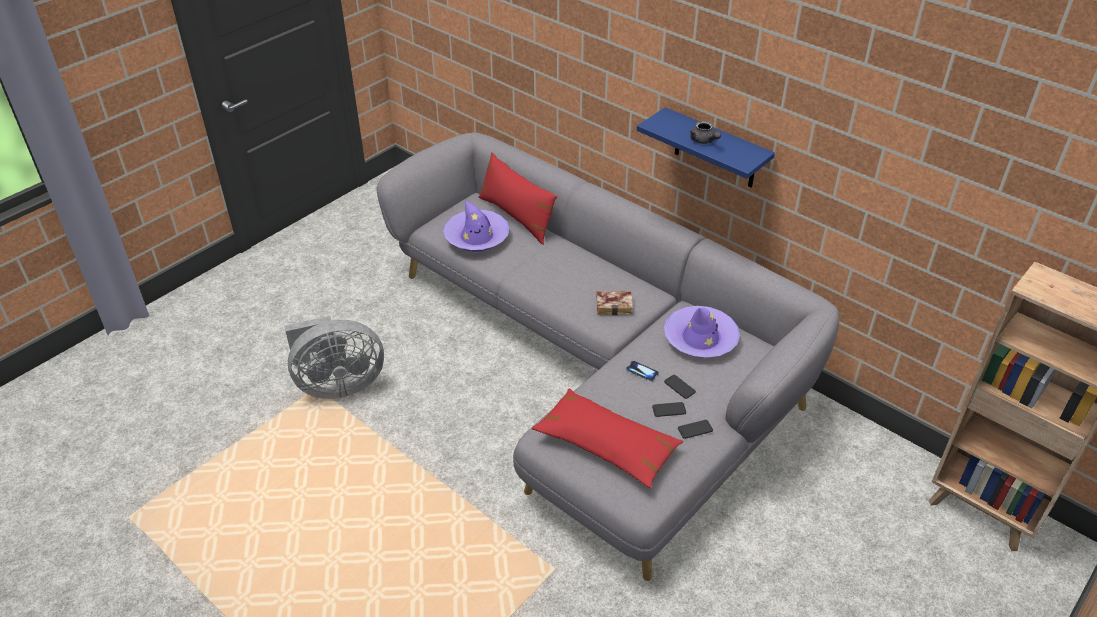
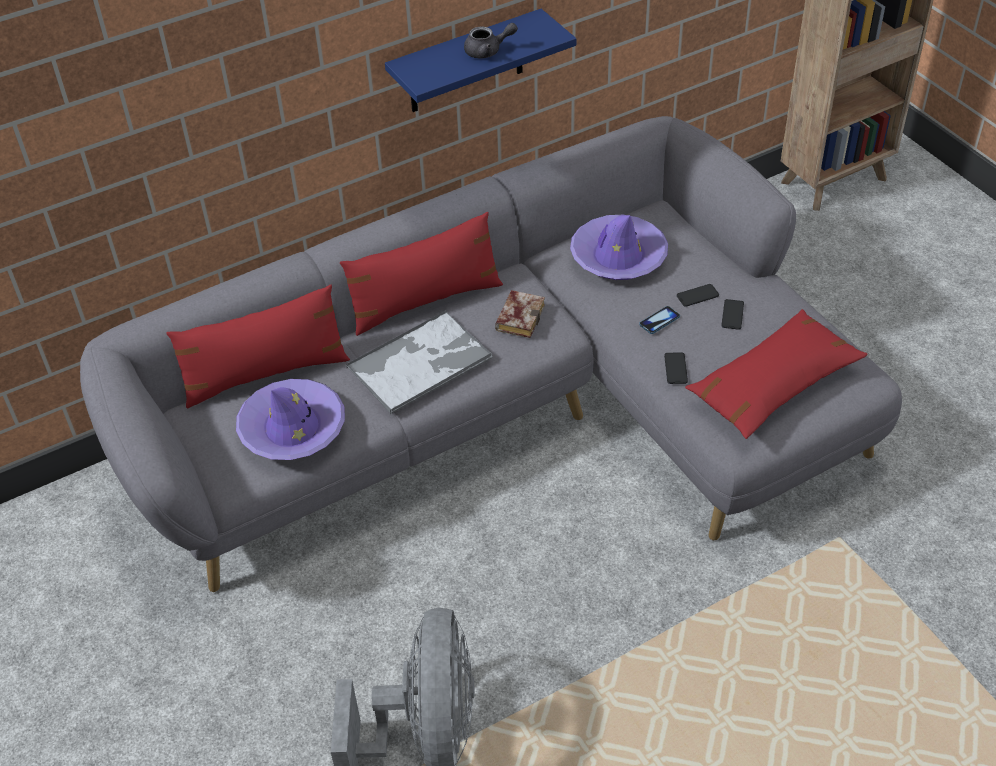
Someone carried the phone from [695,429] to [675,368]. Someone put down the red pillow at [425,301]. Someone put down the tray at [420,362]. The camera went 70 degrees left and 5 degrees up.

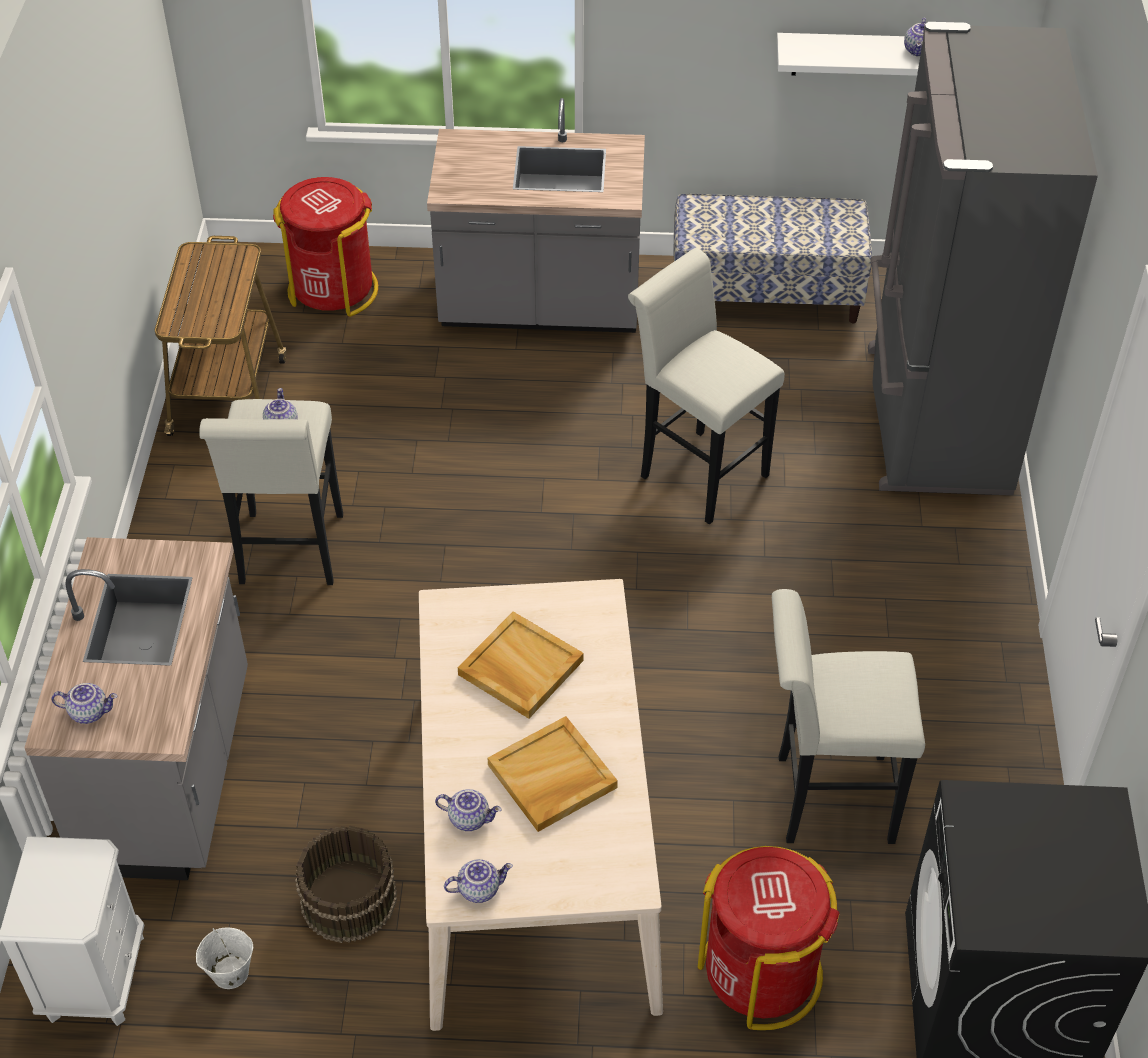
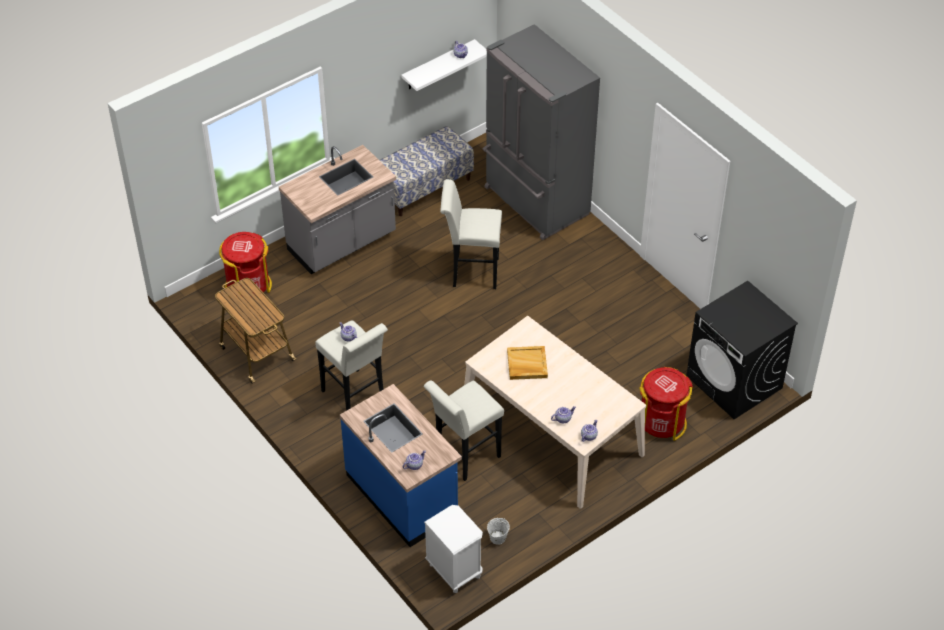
Someone repainted the grey counter at [171,774], which became the blue counter at [403,495]. Someone carried the white stool from [824,798] to [464,457]. Someone took away the beige tray at [552,777]. Someone took away the brown bucket at [347,898]. The camera went 40 degrees left and 0 degrees up.

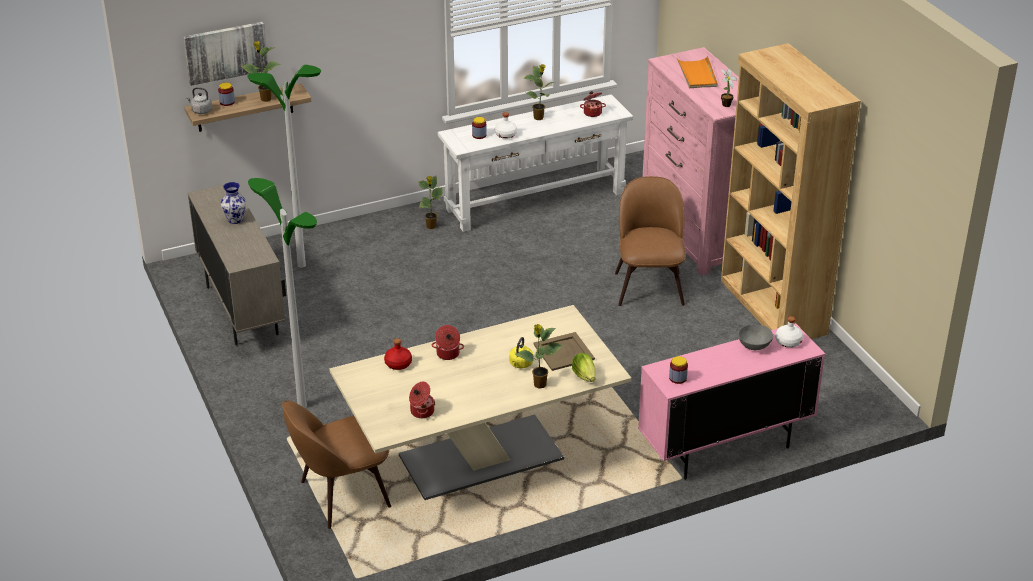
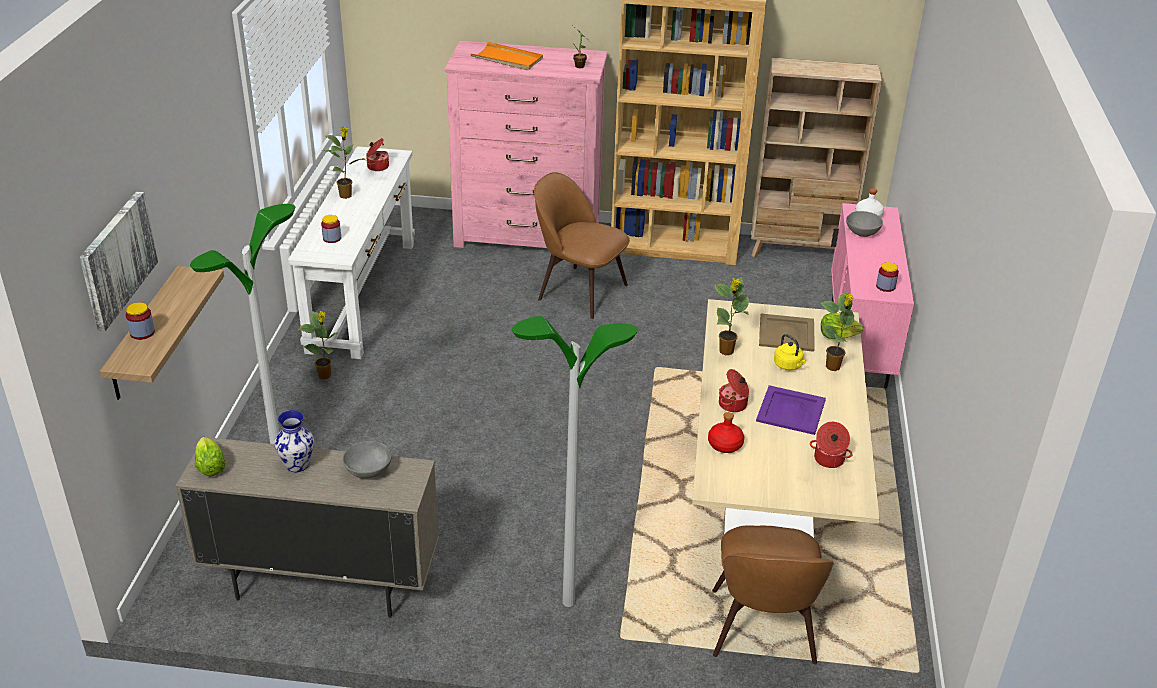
Someone carried the potted plant from [265,99] to [726,351]. Someone took away the grey kettle at [200,111]. Someone took away the white bottle at [505,135]. Someone put down the beige bookcase at [799,251]. Someone put down the purple tray at [791,411]. Someone put down the lettuce at [210,467]. Someone put down the grey bowl at [368,471]. The camera went 60 degrees left and 0 degrees up.

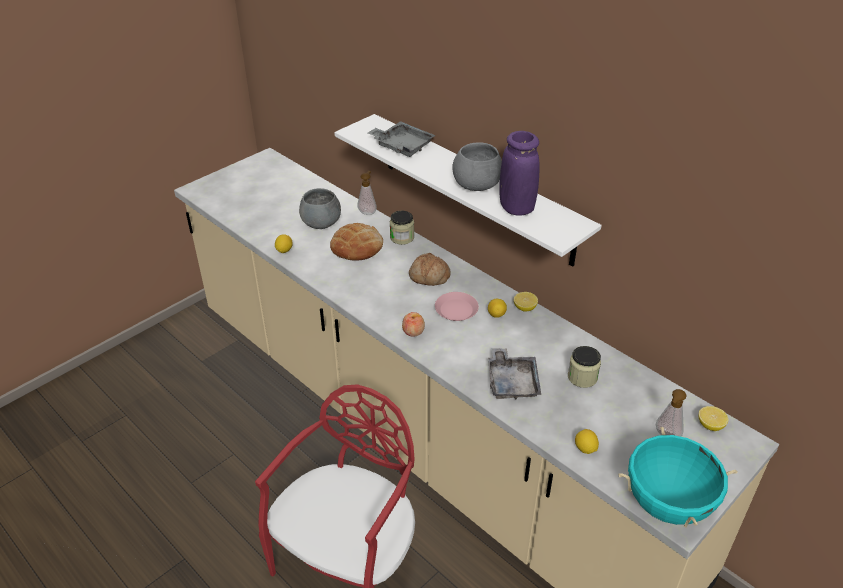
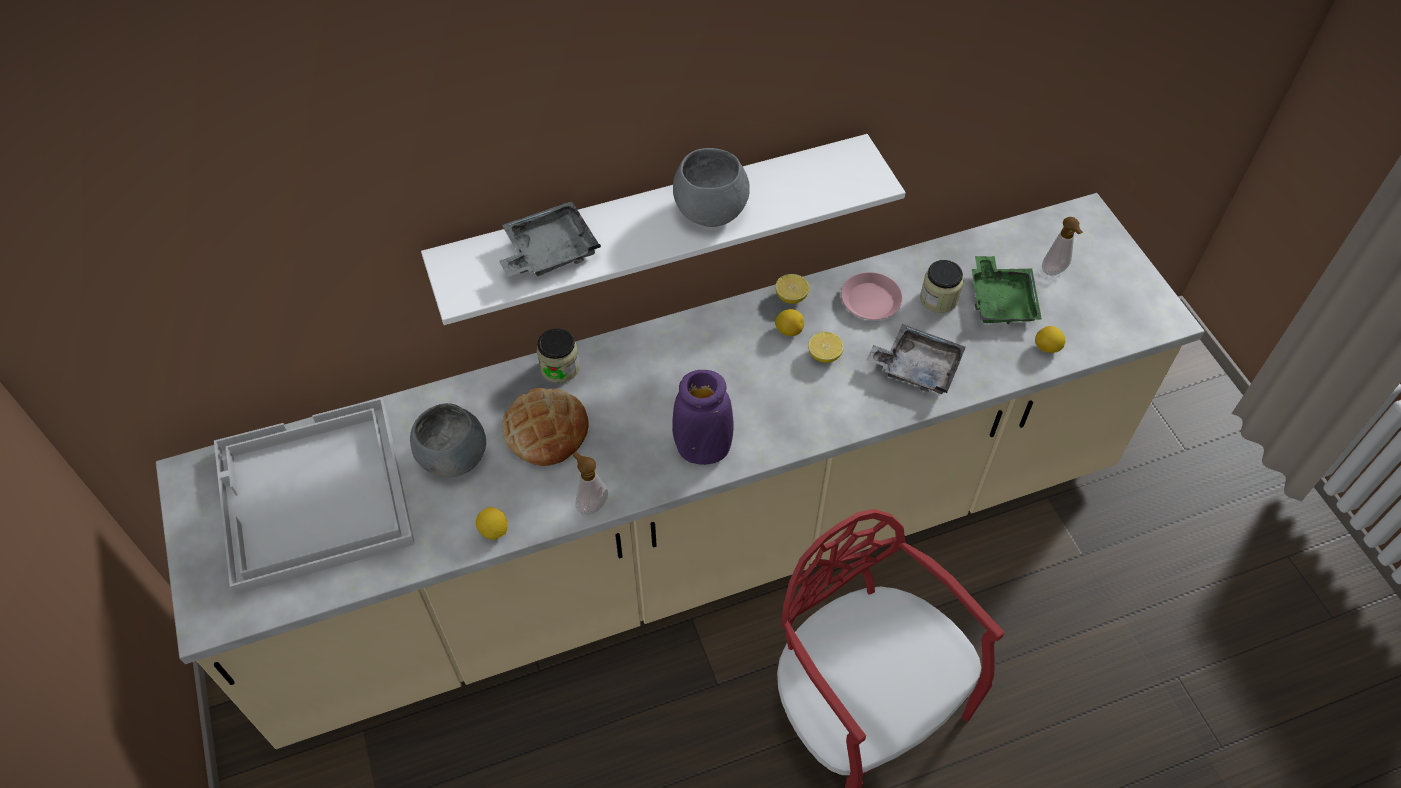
Someone carried the purple vase from [516,208] to [702,449]. Someone carried the soap dispenser from [368,212] to [591,504]. Someone took away the bread at [429,277]. Someone carried the pink plate from [456,310] to [870,300]. Someone took away the apple at [413,331]. Someone carried the lemon from [710,425] to [824,355]. Someone took away the turquoise cooking pot at [667,503]. Someone put down the green tray at [1001,300]. Someone put down the white tray at [312,497]. The camera went 65 degrees left and 15 degrees up.

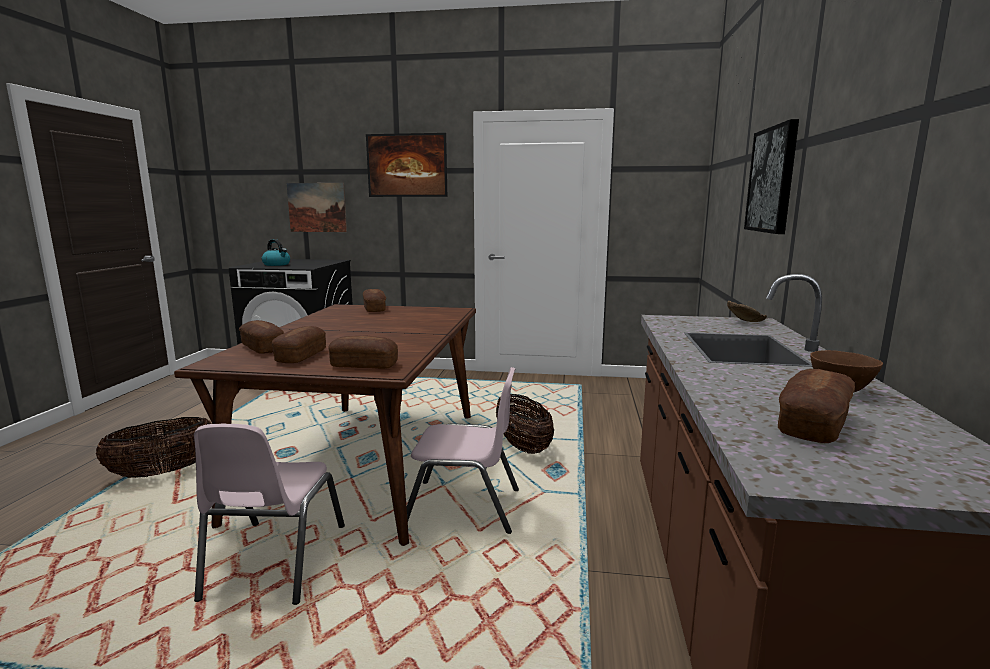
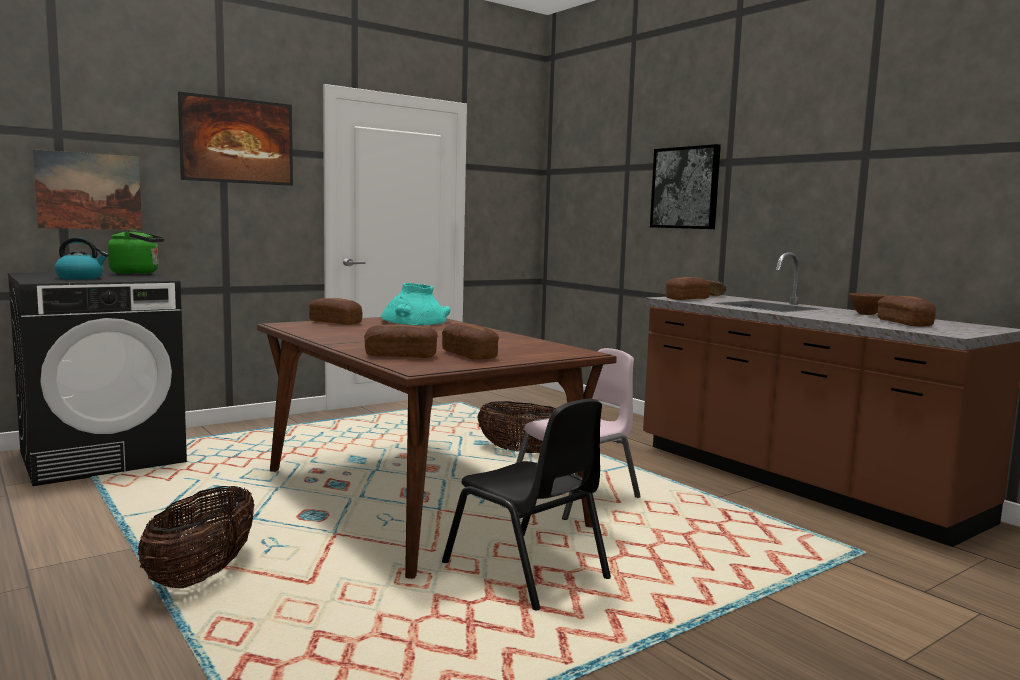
Someone carried the bread from [364,365] to [687,299]. Someone repainted the pink chair at [274,561], which became the black chair at [526,571]. Someone put down the green kettle at [138,273]. Someone put down the turquoise vase at [415,321]. The camera went 45 degrees left and 5 degrees down.

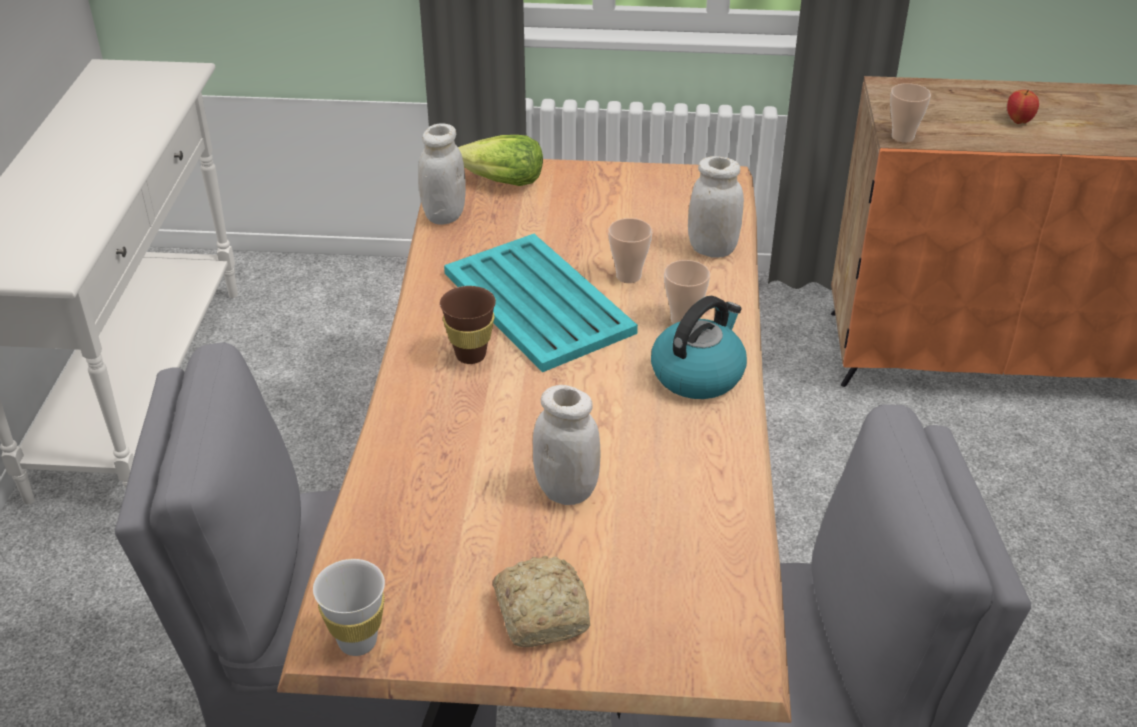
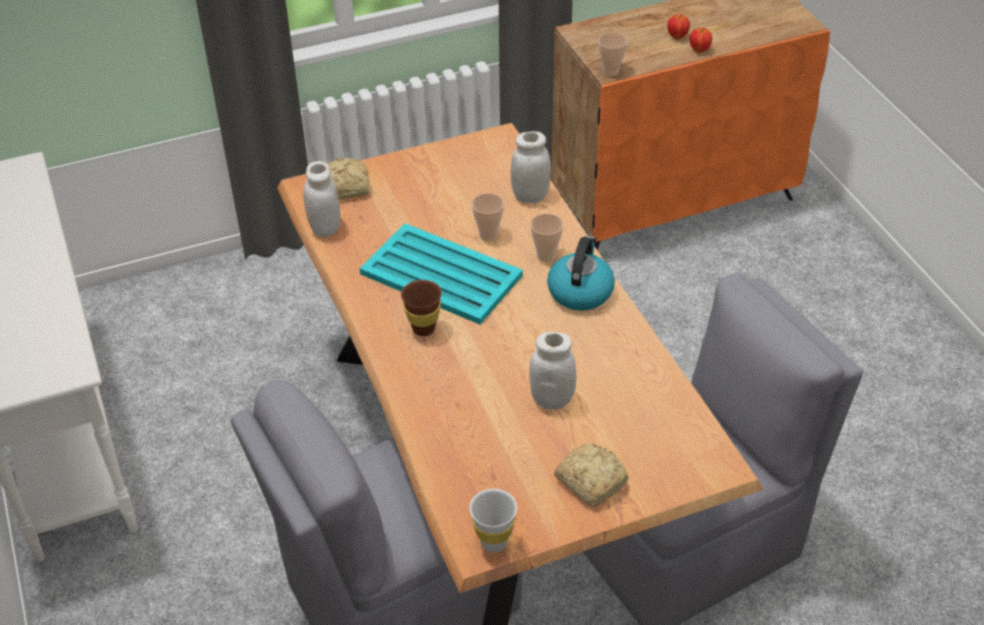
Someone swapped the lettuce at [502,182] for the bread at [347,187]. Someone put down the apple at [699,50]. The camera went 25 degrees left and 5 degrees up.

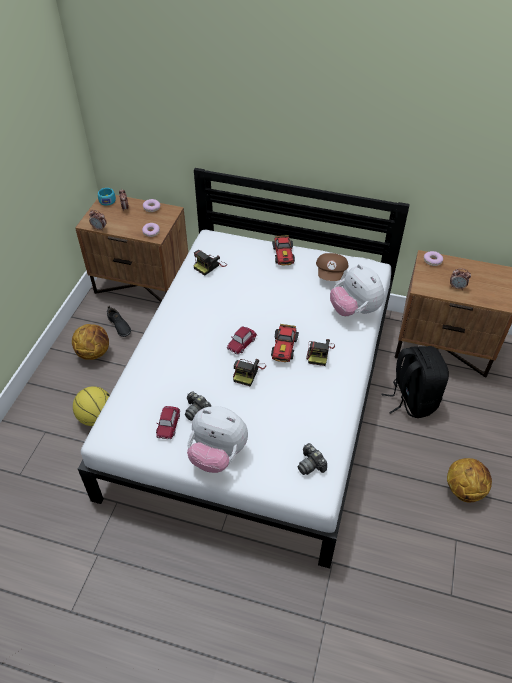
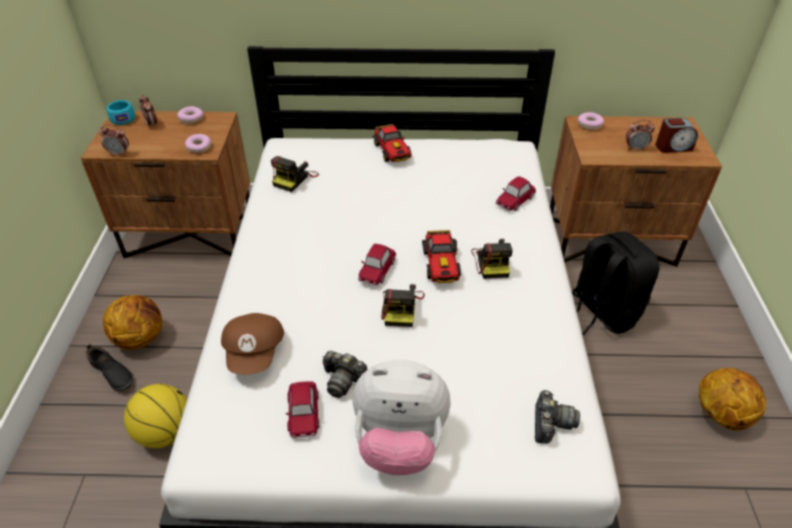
Someone carried the brown cap from [331,273] to [255,352]. Someone swapped the plush toy at [354,310] for the toy car at [514,200]. Someone carried the black shoe from [119,326] to [112,374]. Someone rotated the photo camera at [311,464] by 120 degrees counterclockwise. Someone put down the alarm clock at [673,147]. The camera went 15 degrees left and 5 degrees down.

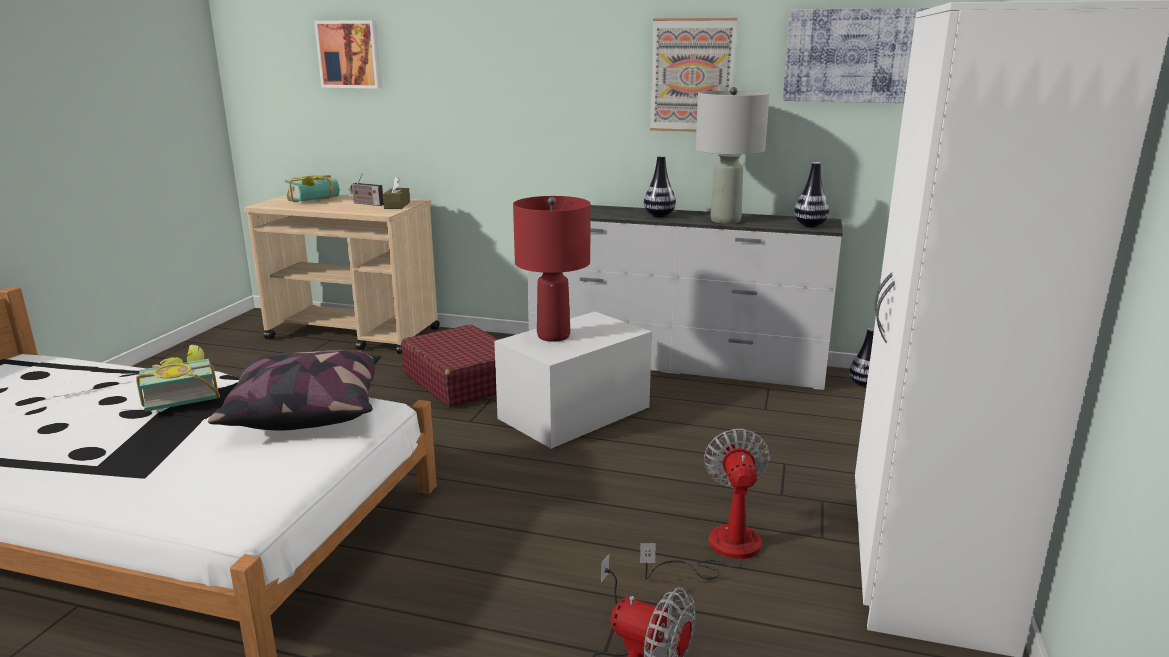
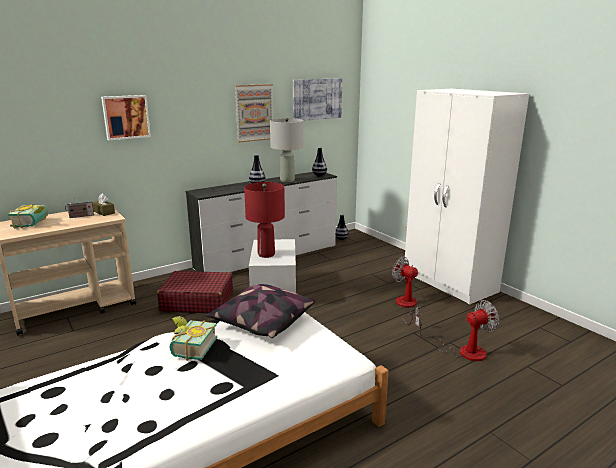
Someone carried the picture from [350,54] to [126,117]. The camera went 50 degrees left and 0 degrees up.

